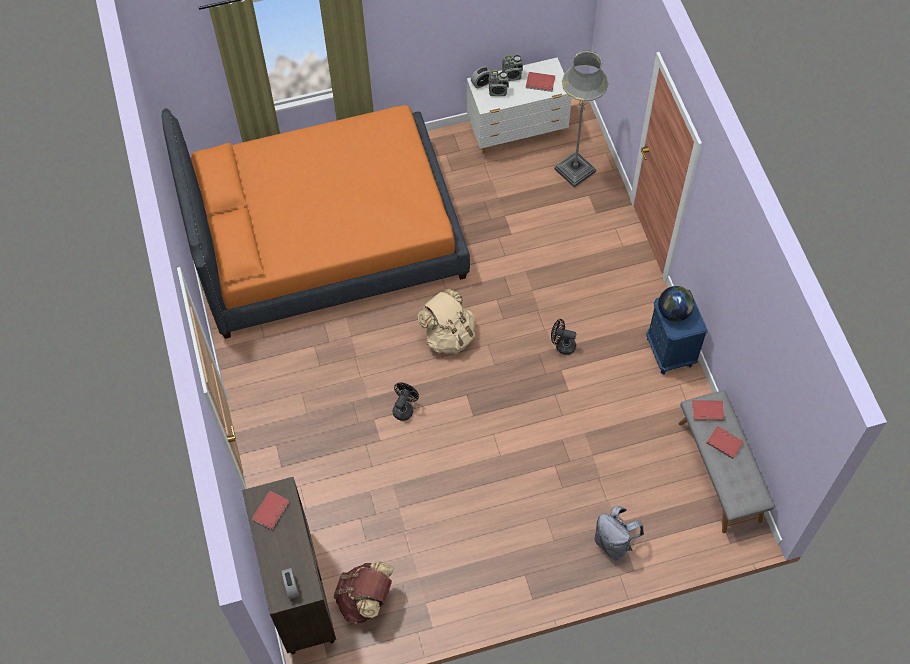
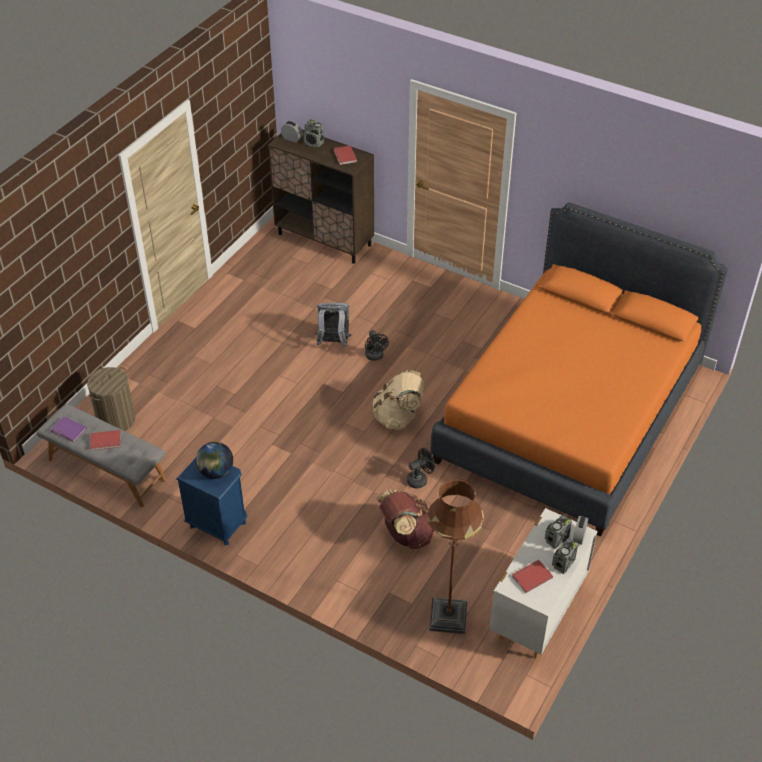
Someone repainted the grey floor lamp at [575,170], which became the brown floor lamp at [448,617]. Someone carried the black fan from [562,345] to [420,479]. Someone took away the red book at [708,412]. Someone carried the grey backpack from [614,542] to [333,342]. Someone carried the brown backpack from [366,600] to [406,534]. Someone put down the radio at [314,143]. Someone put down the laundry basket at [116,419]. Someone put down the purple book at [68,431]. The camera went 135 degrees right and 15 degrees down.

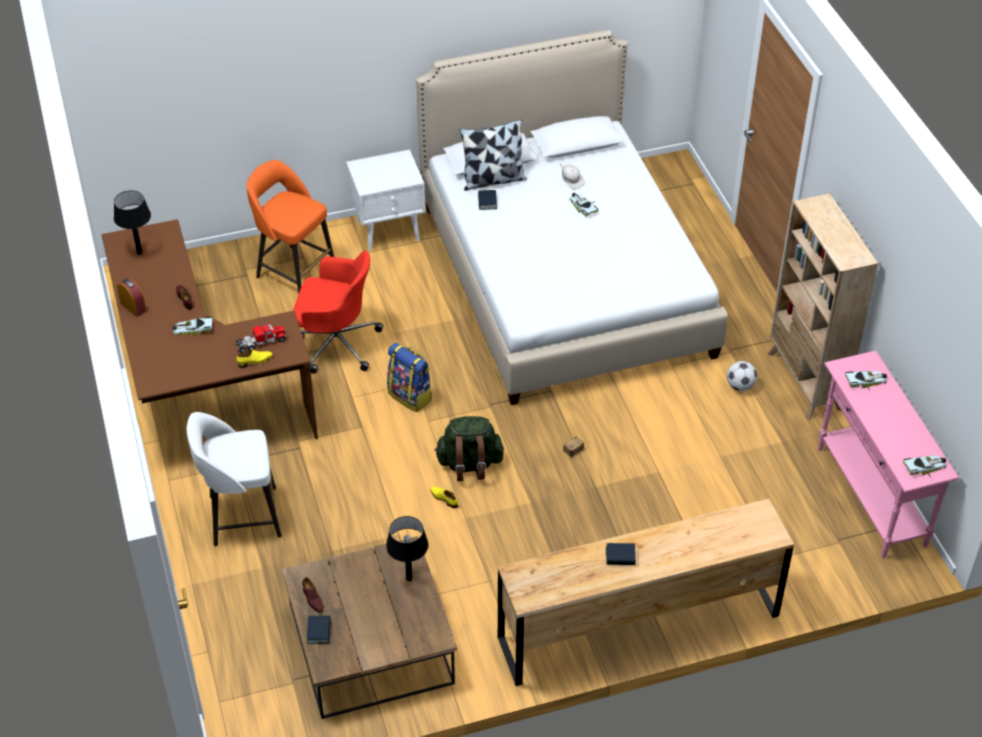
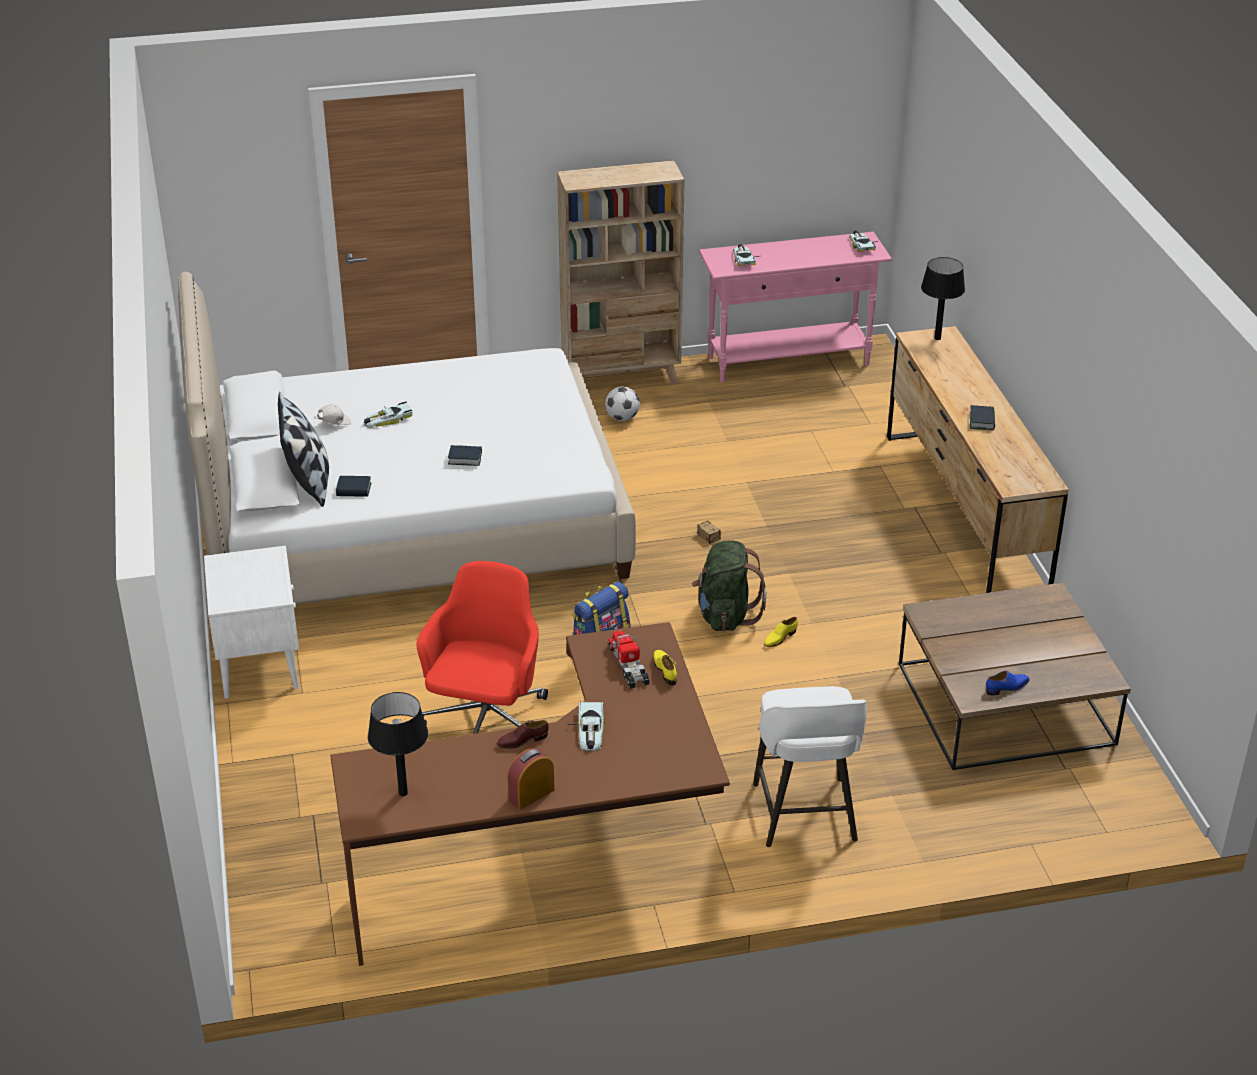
Someone took away the orange stool at [294,271]. Someone carried the black table lamp from [409,578] to [937,338]. Someone repainted the brown shoe at [312,599], which became the blue shoe at [1007,687]. Someone carried the book from [319,631] to [465,458]. The camera went 85 degrees left and 10 degrees down.

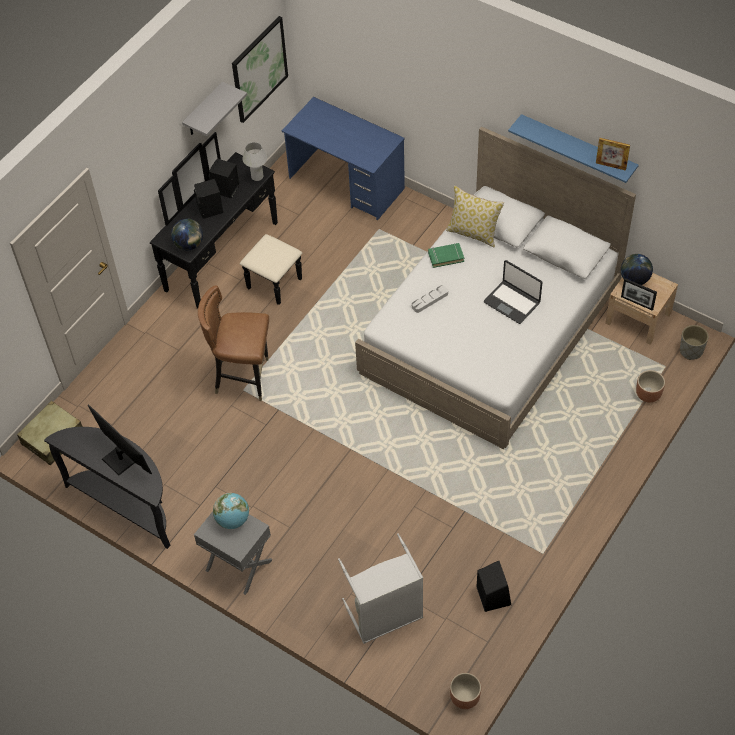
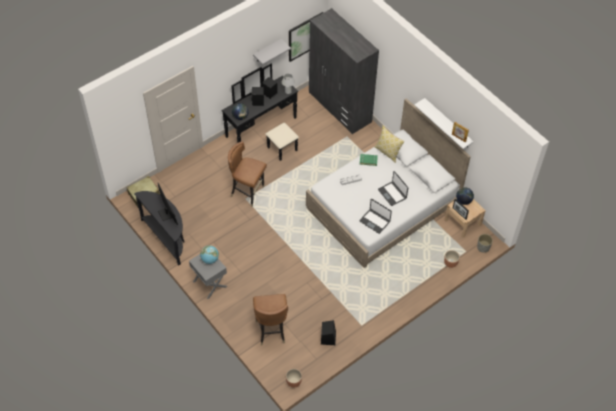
Someone swapped the blue desk at [346,184] for the grey wardrobe at [340,107]. Someone repainted the blue shelf at [577,148], which became the white shelf at [448,123]. Someone swapped the grey laundry basket at [385,616] for the brown chair at [271,331]. Someone put down the laptop at [375,221]. The camera went 15 degrees right and 0 degrees up.

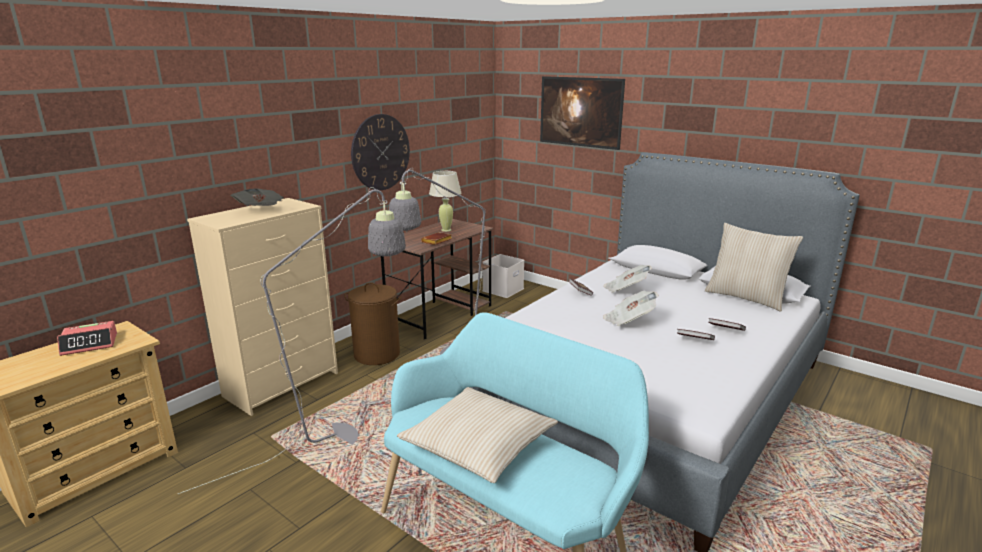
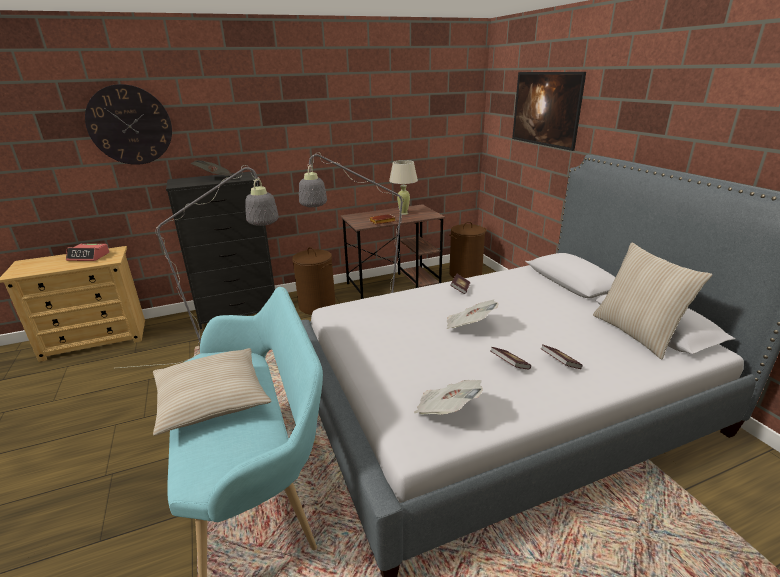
Someone carried the wall clock from [380,152] to [130,125]. Someone repainted the beige dresser at [282,384], which became the black dresser at [239,312]. Someone swapped the white storage box at [503,289] for the brown laundry basket at [465,274]. Someone carried the newspaper from [625,289] to [446,411]. The camera went 30 degrees right and 5 degrees up.

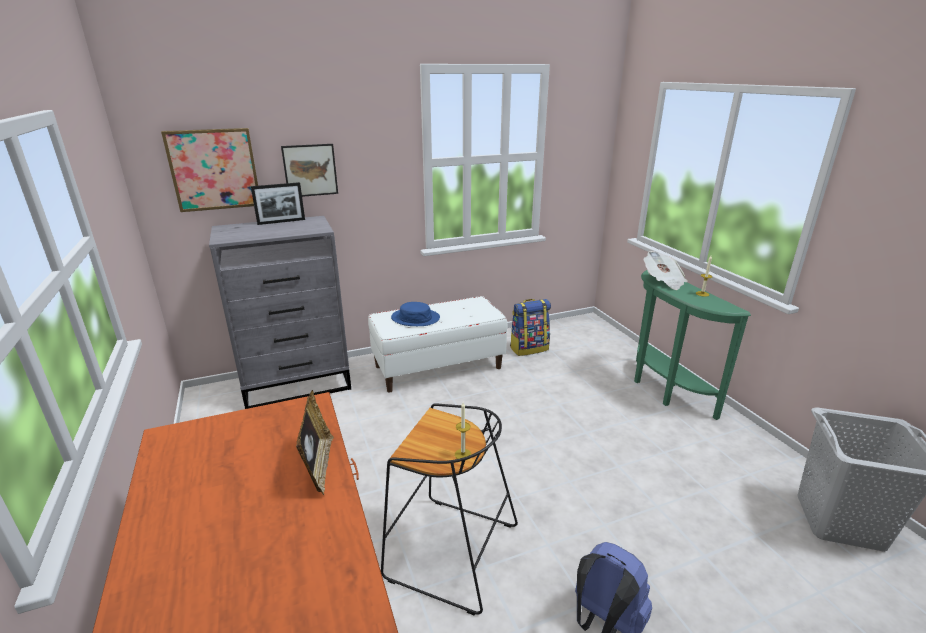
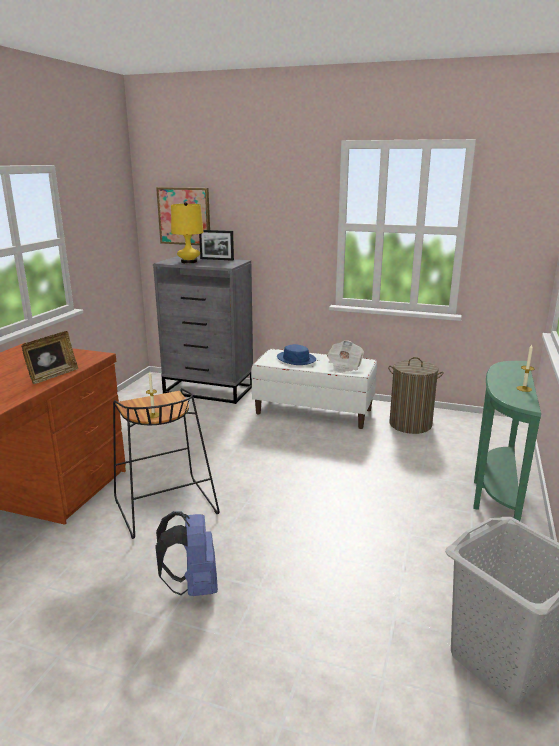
Someone took away the picture at [310,170]. Someone carried the newspaper from [663,281] to [344,367]. Someone swapped the backpack at [529,348] for the laundry basket at [410,424]. Someone put down the yellow table lamp at [189,262]. The camera went 40 degrees right and 5 degrees down.

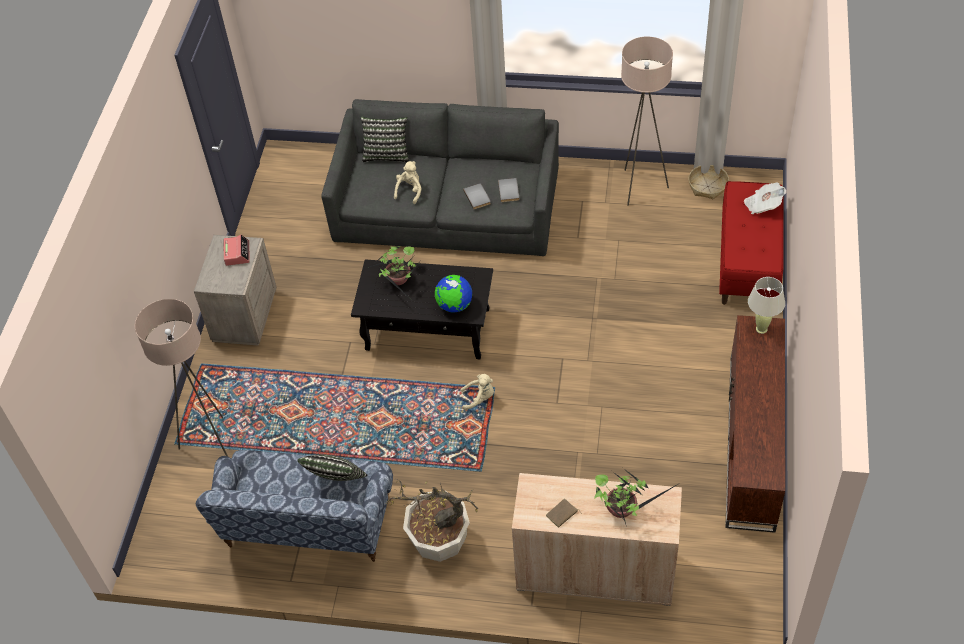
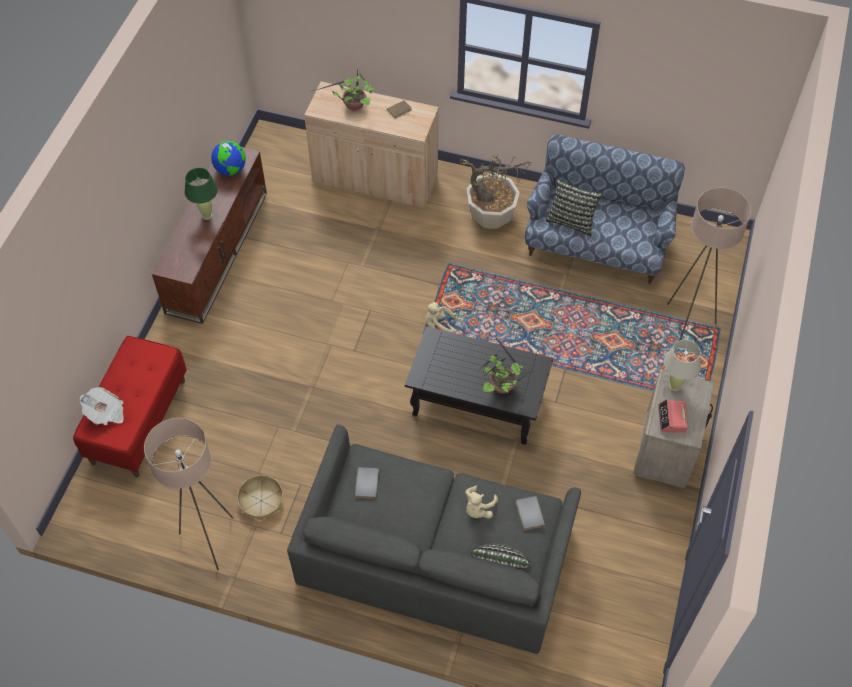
Someone carried the basket from [707,186] to [261,500]. Someone carried the grey book from [478,197] to [528,514]. Someone carried the globe from [454,305] to [231,170]. Someone carried the beige table lamp from [761,329] to [674,386]. Someone put down the green table lamp at [207,215]. The camera went 175 degrees left and 5 degrees up.

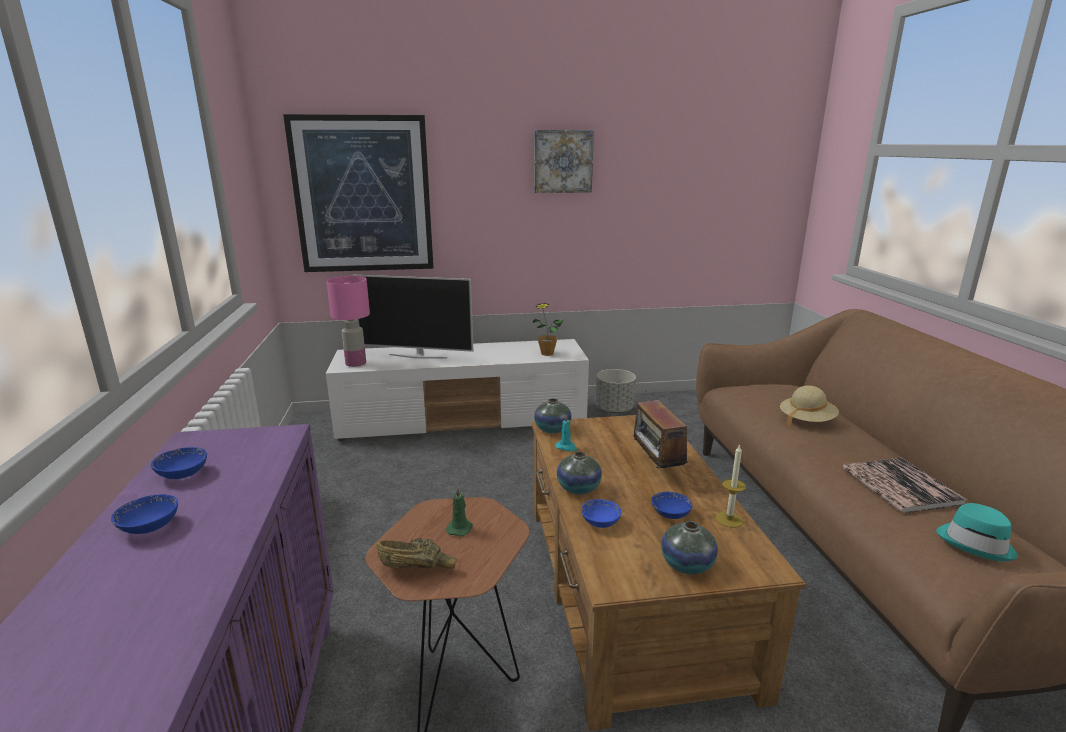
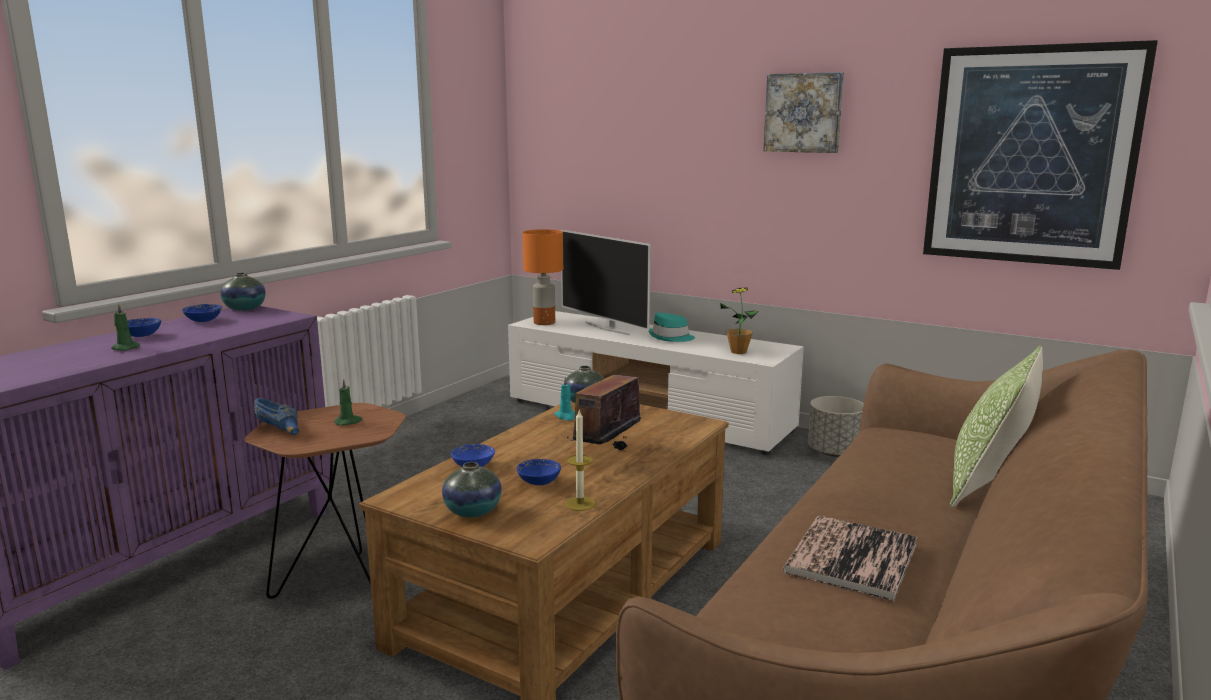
Someone carried the picture from [363,195] to [1030,156]. Someone repainted the pink table lamp at [355,363], which became the orange table lamp at [544,323]. Someone took away the beige hat at [806,421]. Someone carried the vase from [578,488] to [245,309]. Someone carried the turquoise hat from [976,543] to [670,337]. Someone repainted the brown bowl at [418,566], which became the blue bowl at [284,430]. Someone put down the green candle at [124,348]. Someone put down the pillow at [987,484]. The camera went 40 degrees right and 5 degrees down.

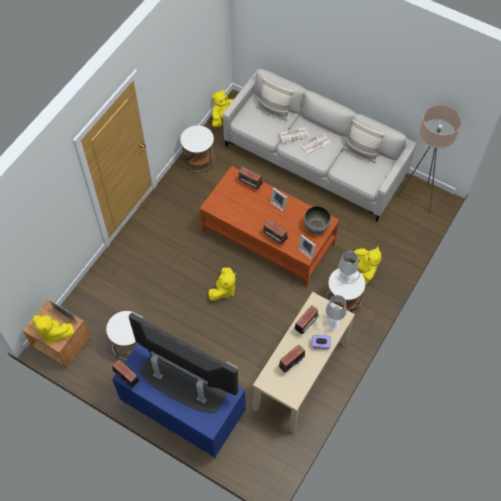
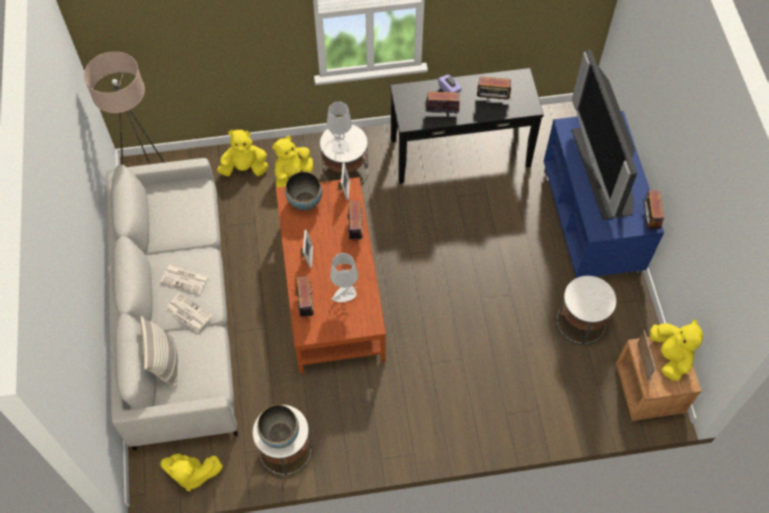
Someone took away the pillow at [361,152]. Someone carried the yellow plush toy from [223,290] to [244,168]. Someone repainted the beige console table at [301,376], which became the black console table at [460,152]. Someone carried the grey table lamp from [333,322] to [344,295]. Someone put down the bowl at [280,434]. The camera went 130 degrees left and 0 degrees up.

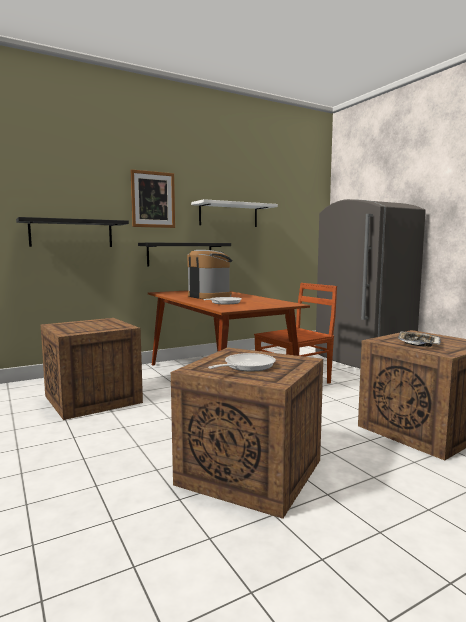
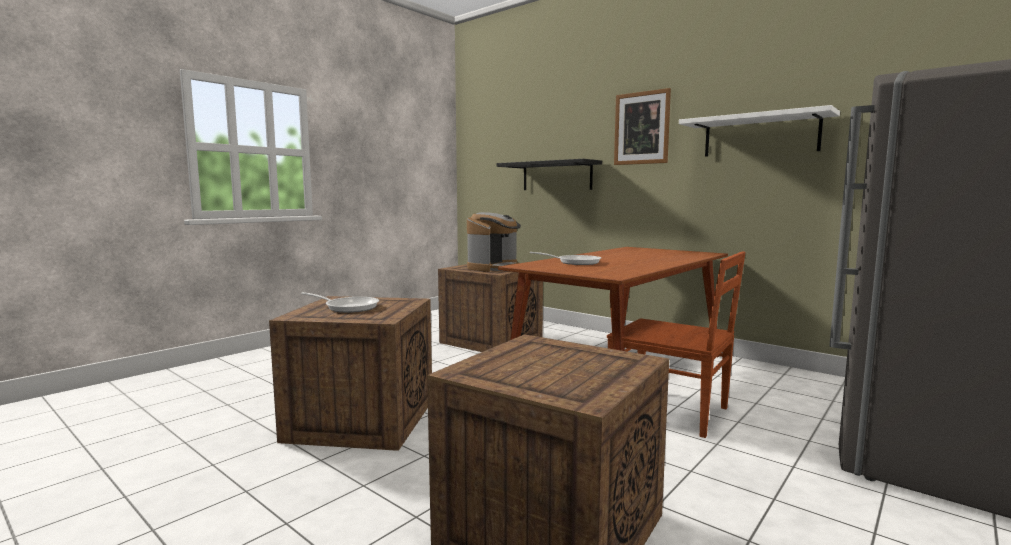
Someone took away the black shelf at [180,254]. Someone carried the coffee machine from [209,296] to [494,268]. Someone took away the tray at [418,343]. The camera went 70 degrees right and 0 degrees up.

